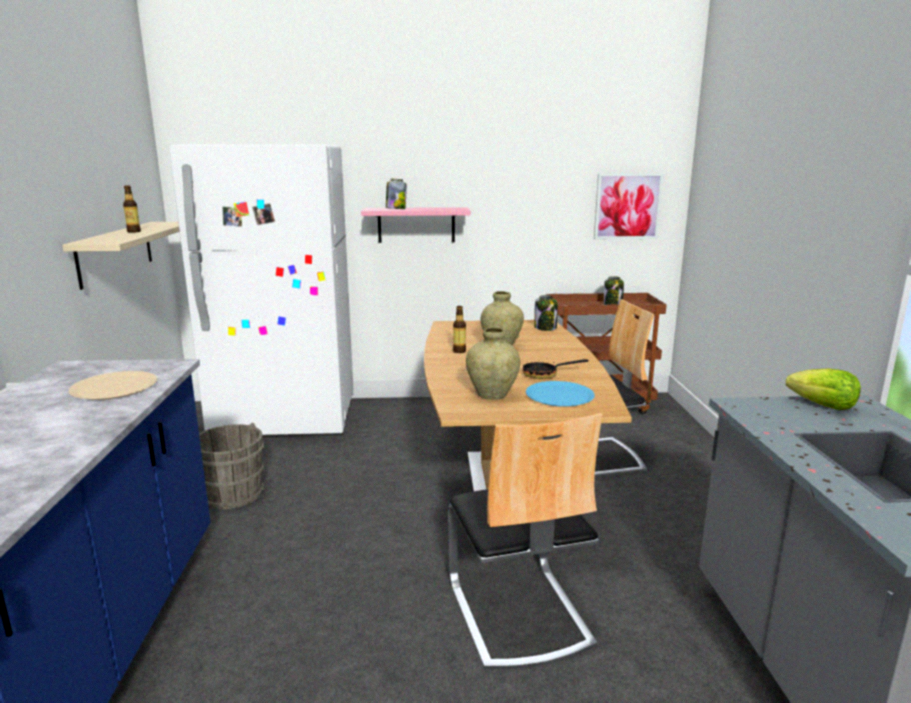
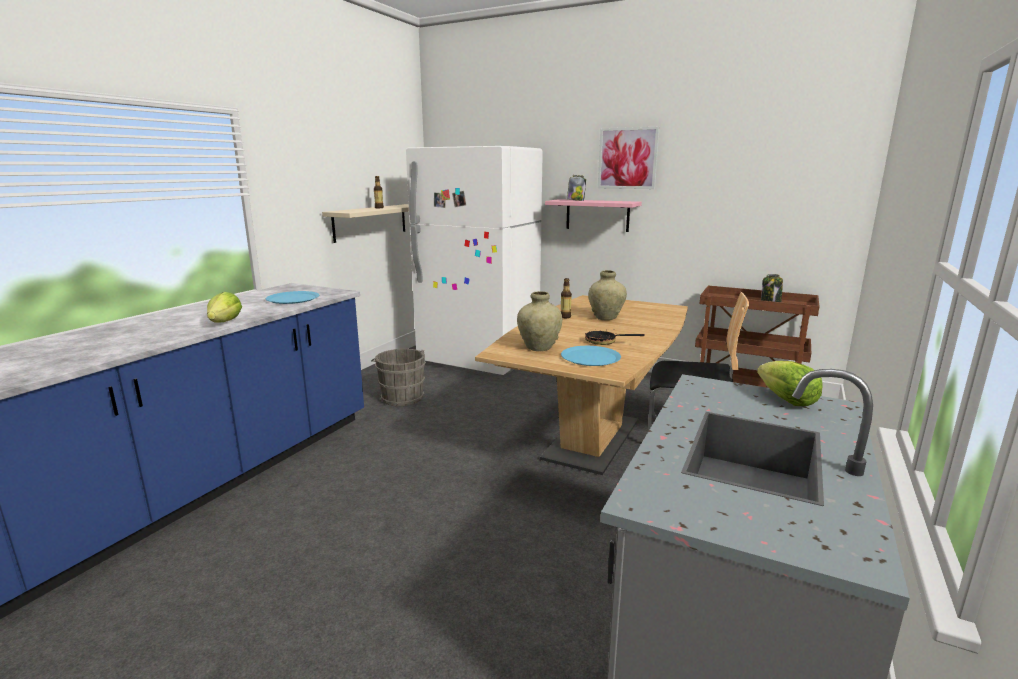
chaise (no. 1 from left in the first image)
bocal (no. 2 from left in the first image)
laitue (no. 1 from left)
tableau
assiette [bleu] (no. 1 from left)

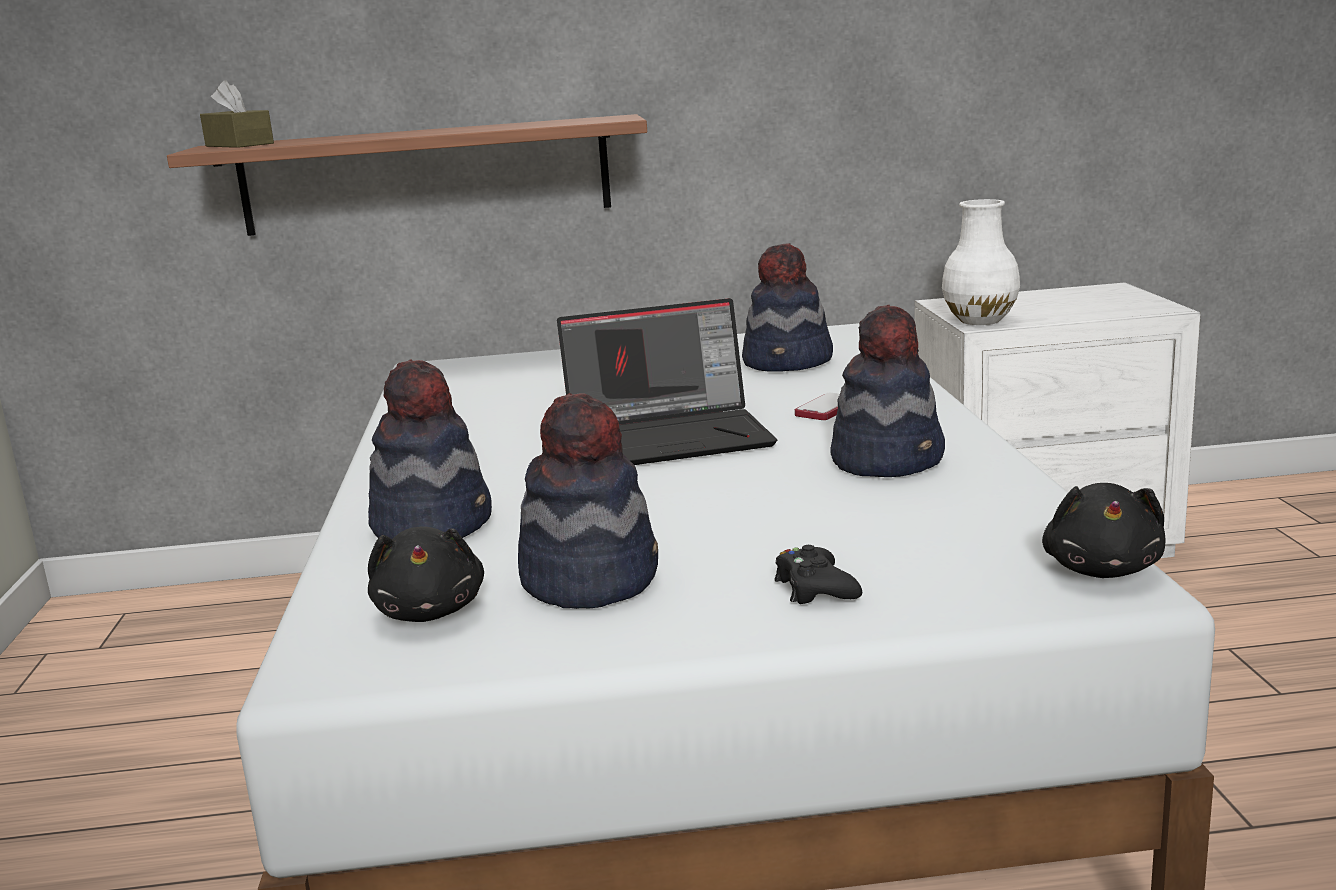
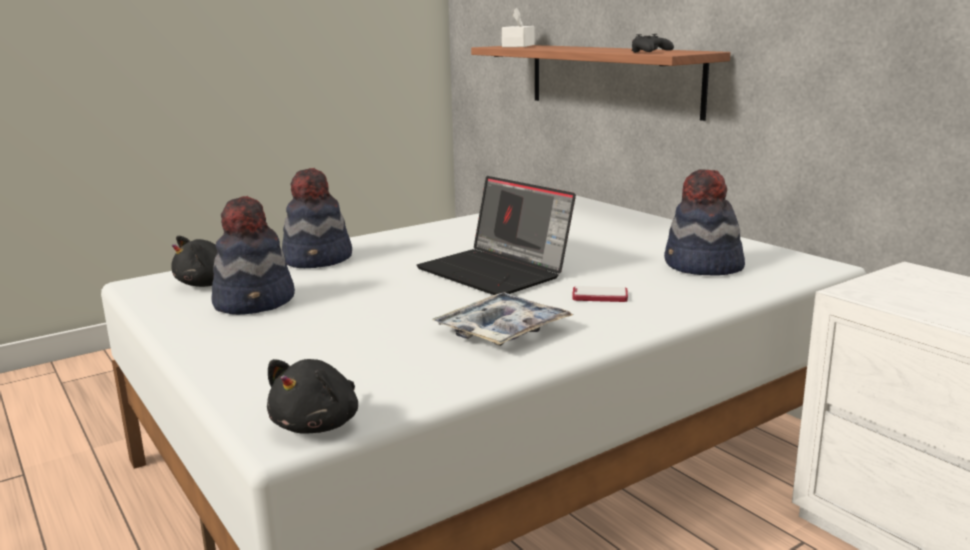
vase [blanc]
manette [noir]
plateau
boîte à mouchoirs [blanc]
peluche [noir] (no. 2 from left)

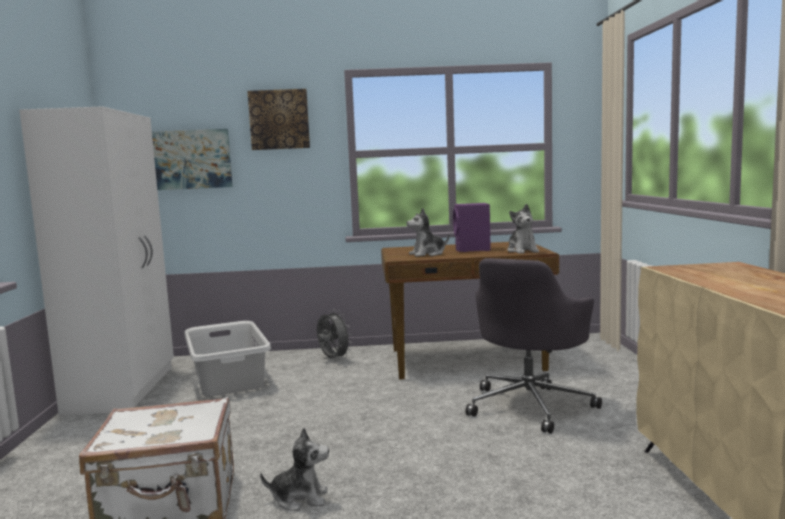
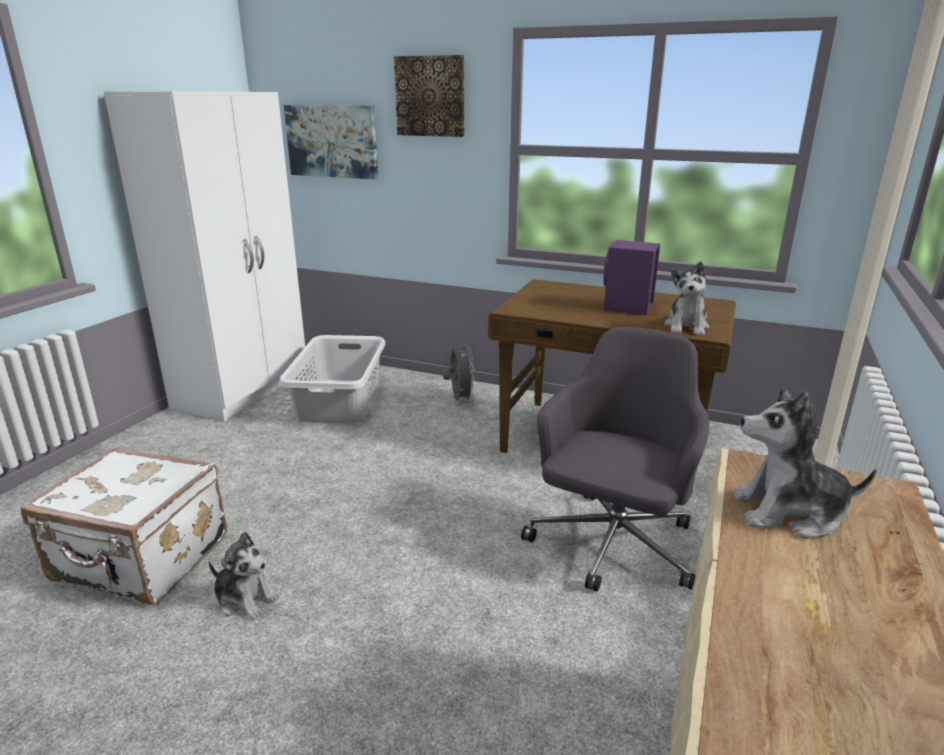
peluche (no. 3 from left)
chaise de bureau [gris]

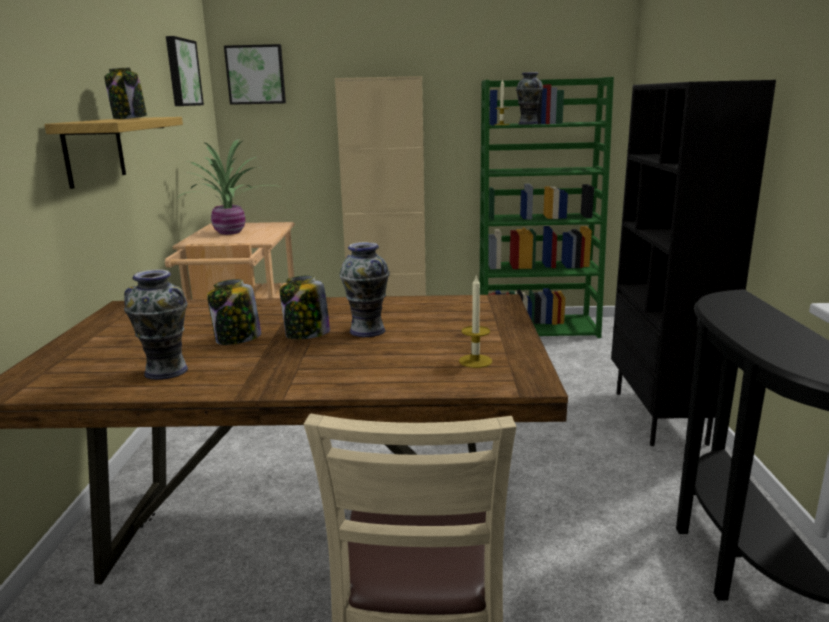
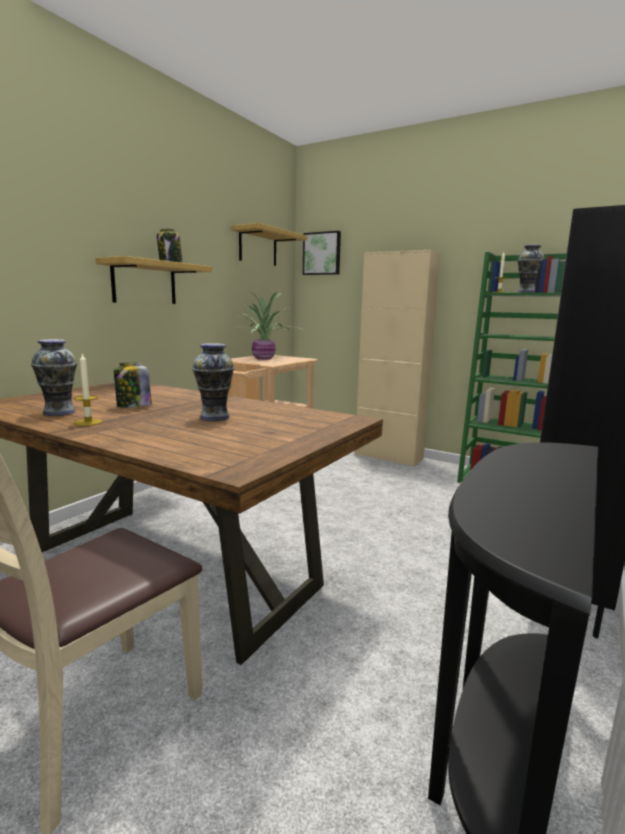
bocal (no. 3 from left in the first image)
bougie (no. 1 from left)
étagère (no. 2 from left)

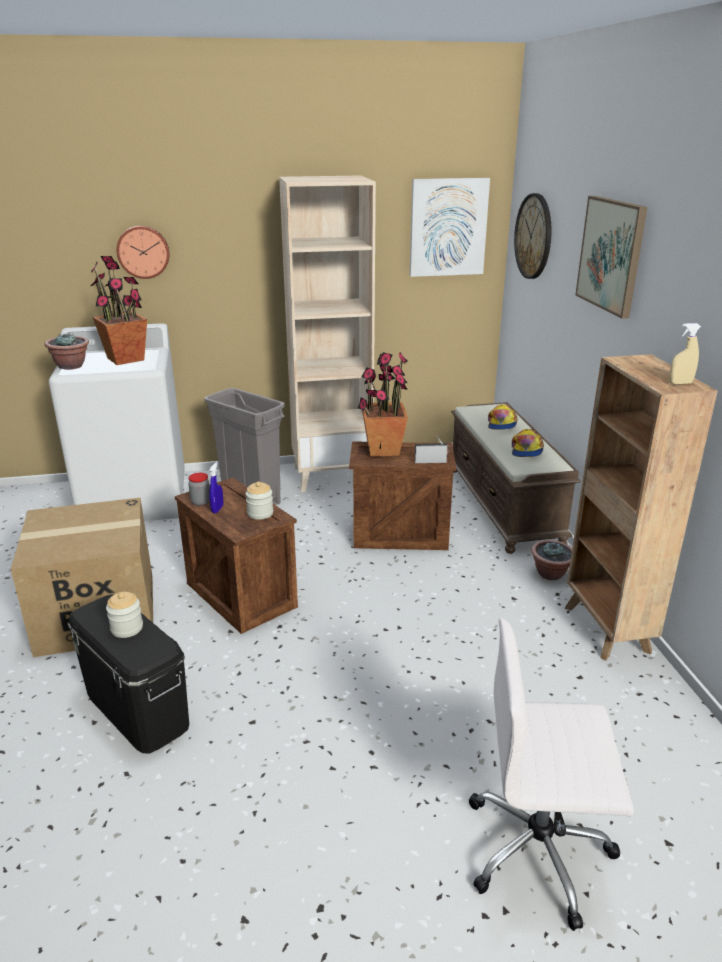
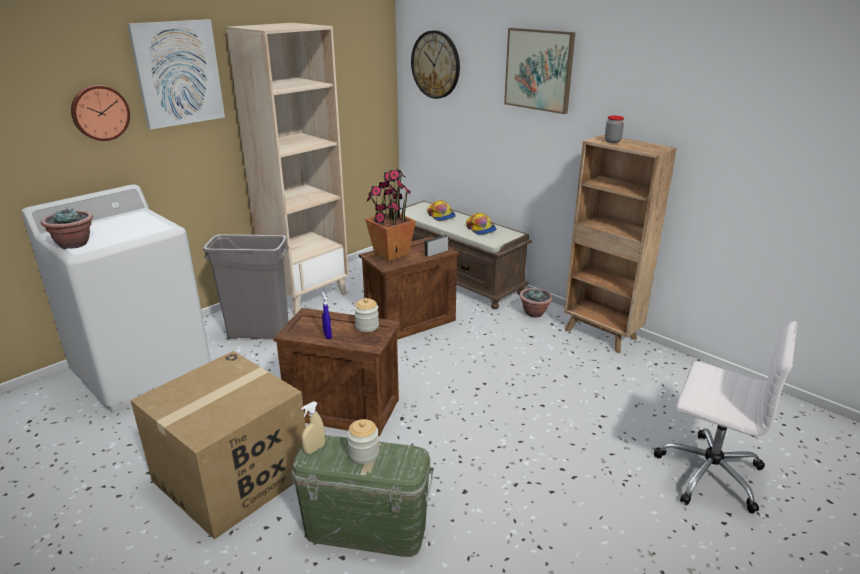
plante en pot (no. 2 from left in the first image)
bocal (no. 3 from left)
tableau (no. 1 from left)
vaporisateur [beige]
boîte de rangement [vert]
chaise de bureau [blanc]

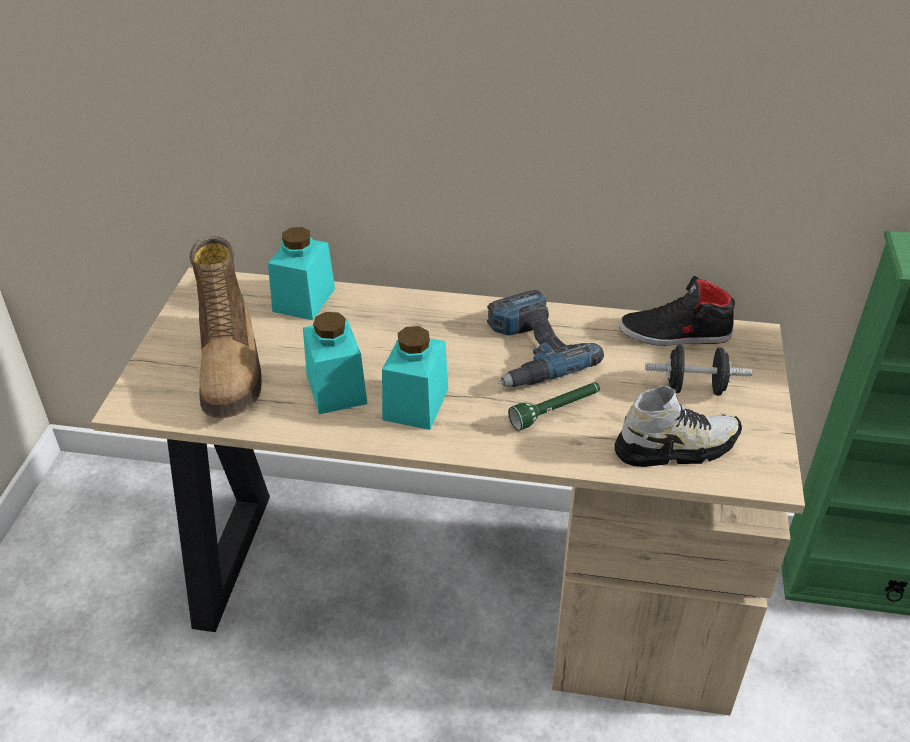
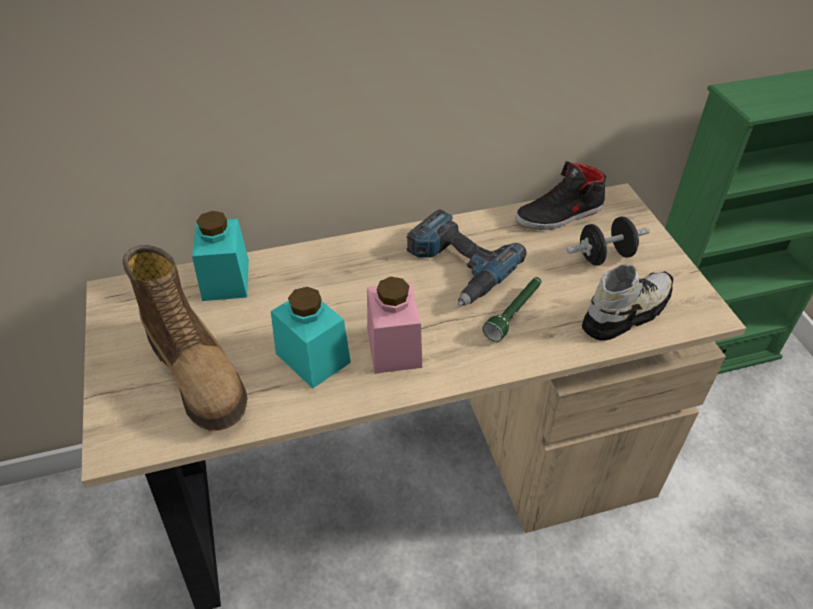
bocal [rose]

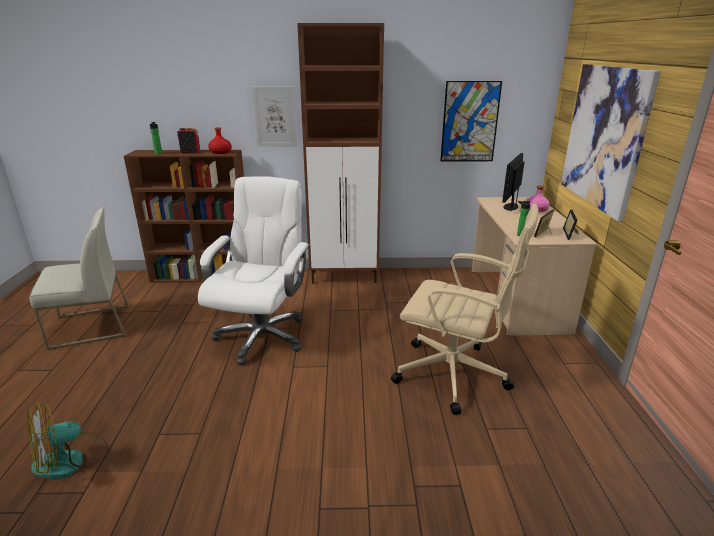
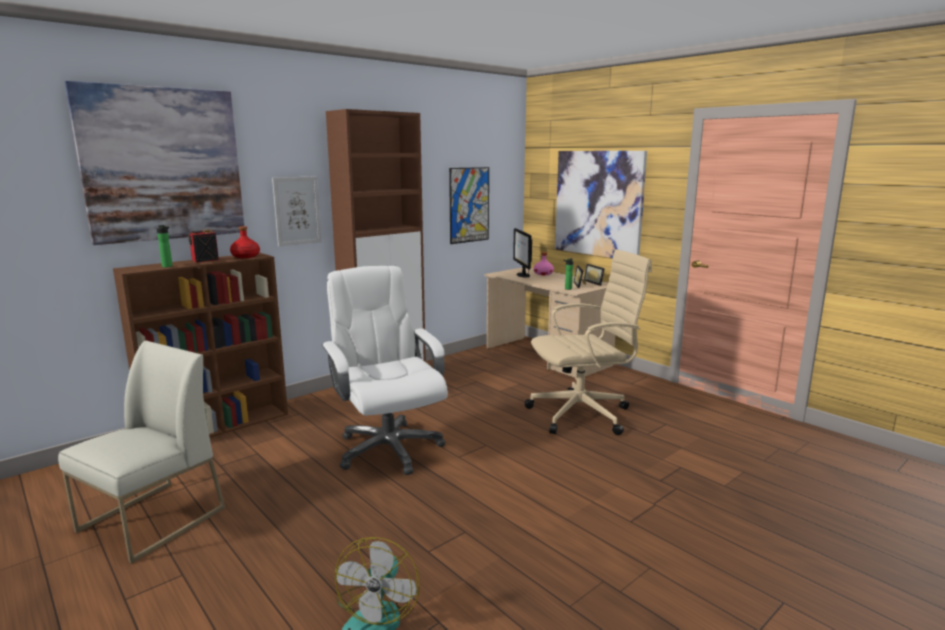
tableau (no. 1 from left)

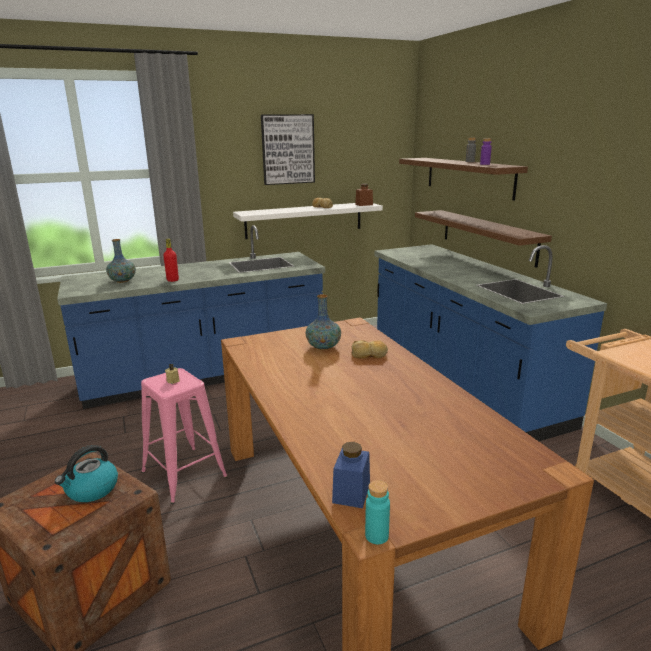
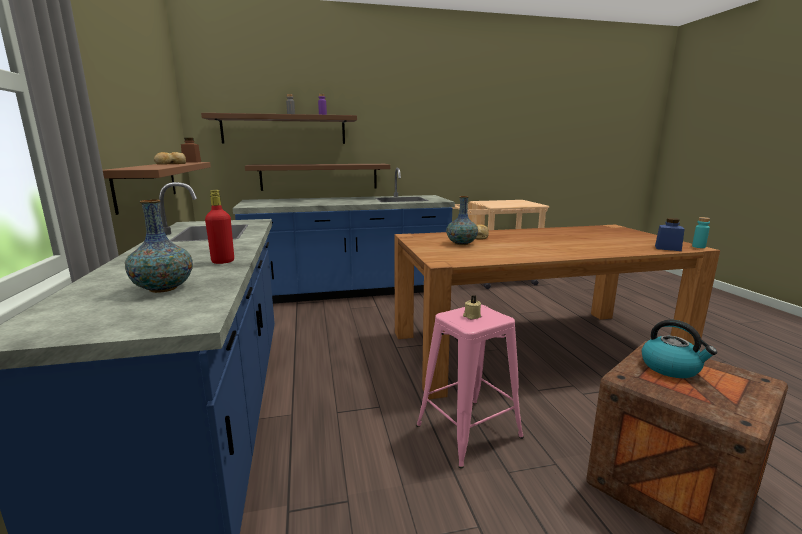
tableau
étagère [marron] (no. 1 from left)

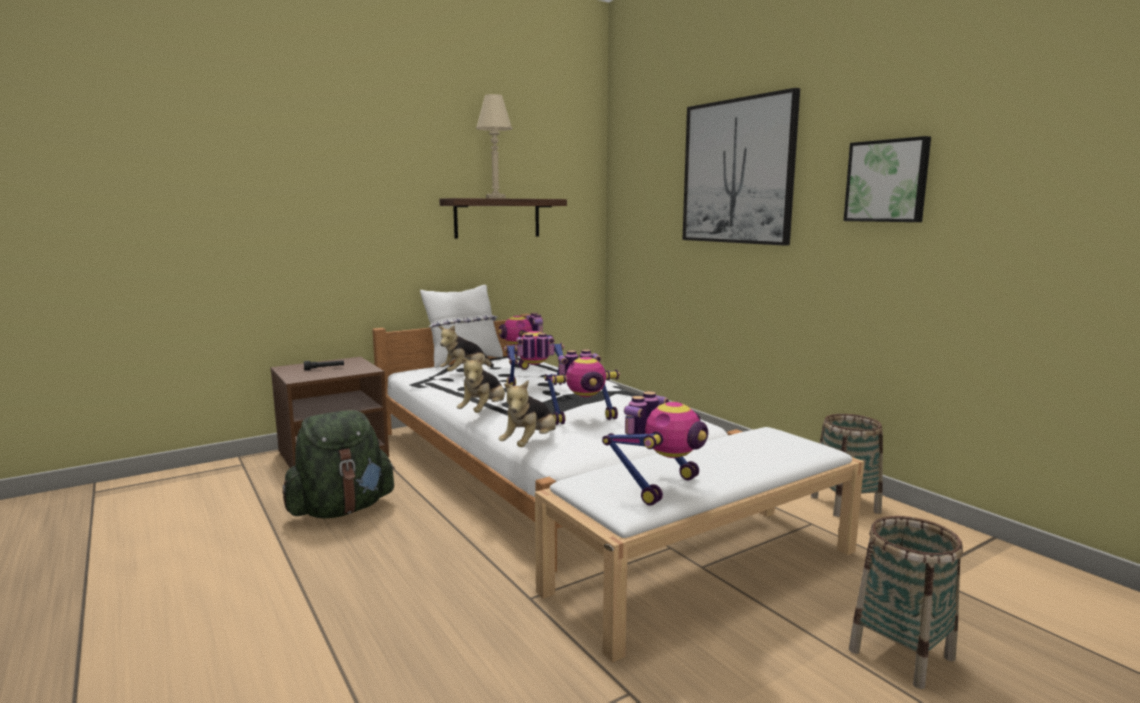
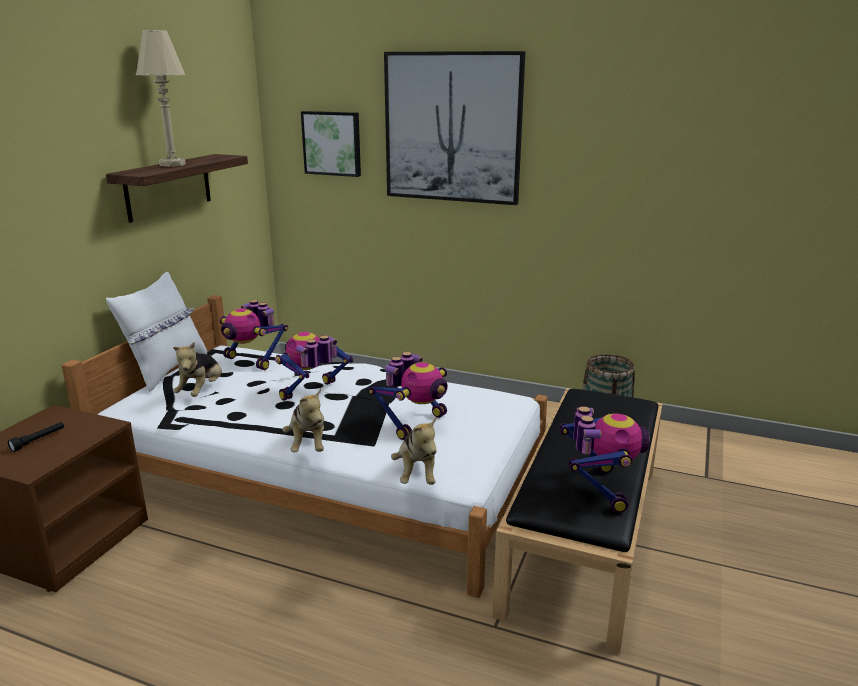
sac à dos [vert]
panier (no. 2 from left in the first image)
tableau (no. 1 from left)
banc [noir]

